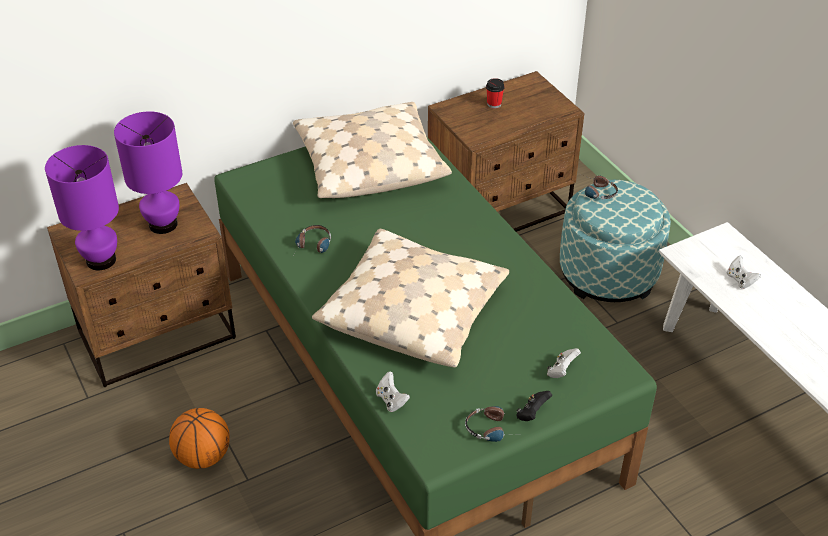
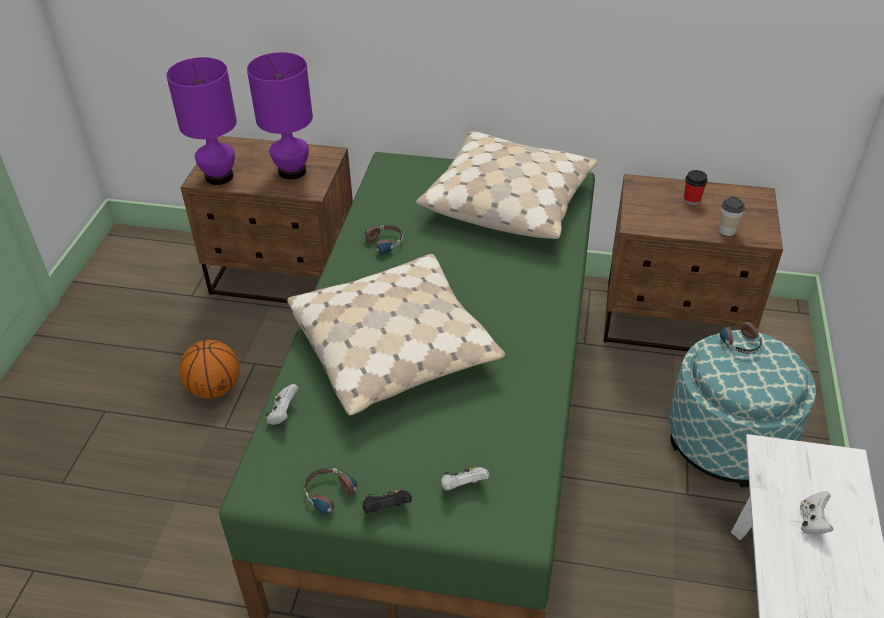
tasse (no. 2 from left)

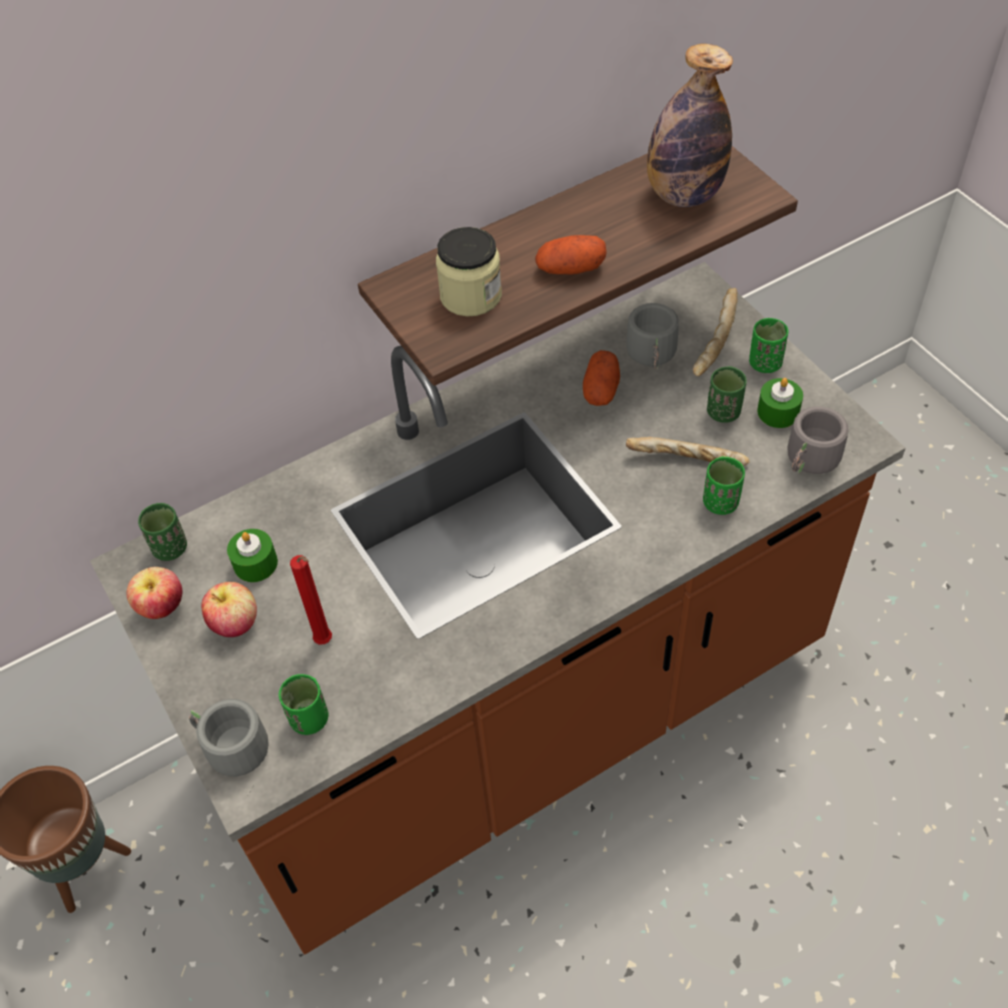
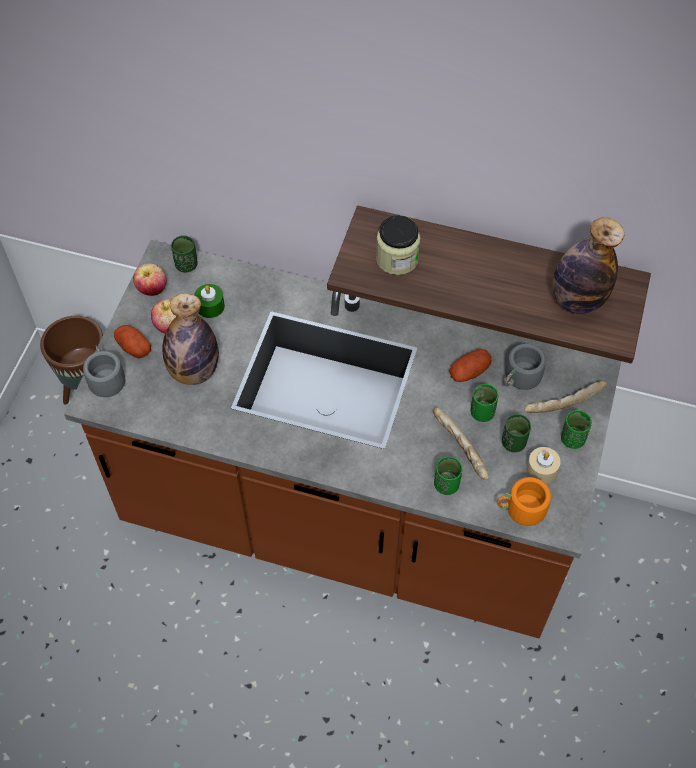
tasse [vert] (no. 3 from left)
pomme de terre (no. 1 from left)
bouteille (no. 1 from left)
bougie [beige]
mug [orange]

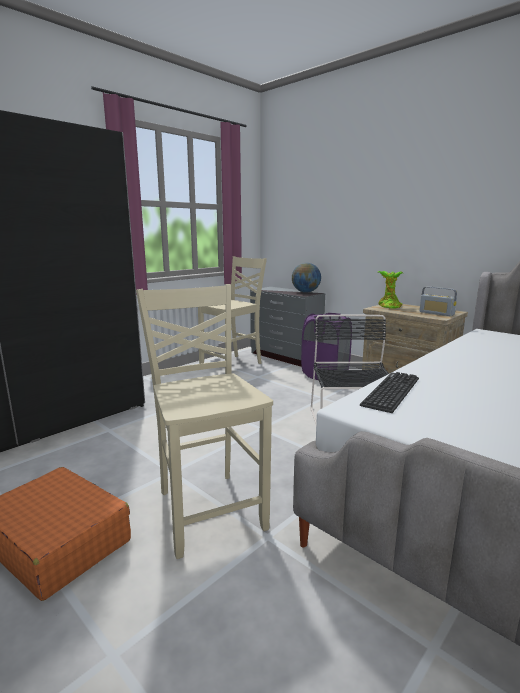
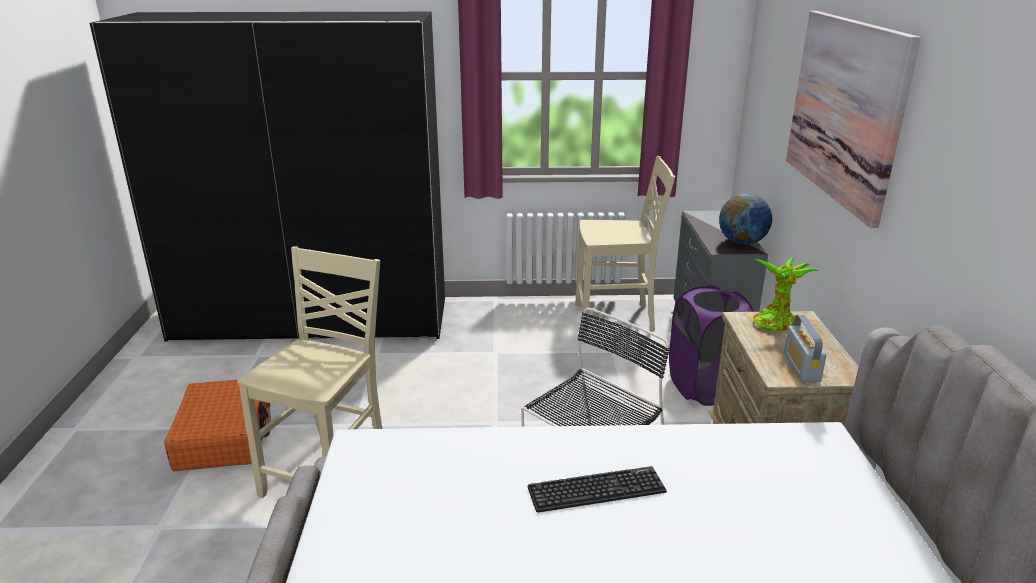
tableau
clavier

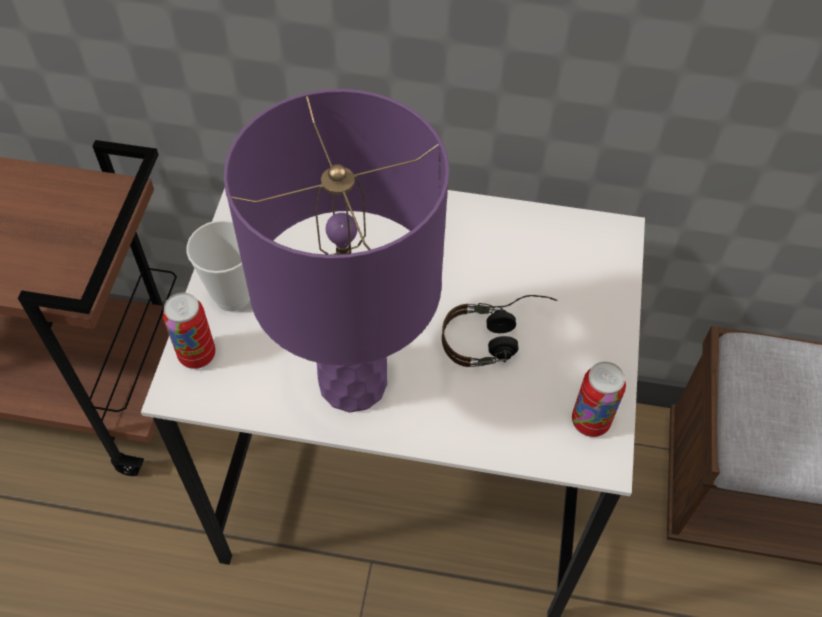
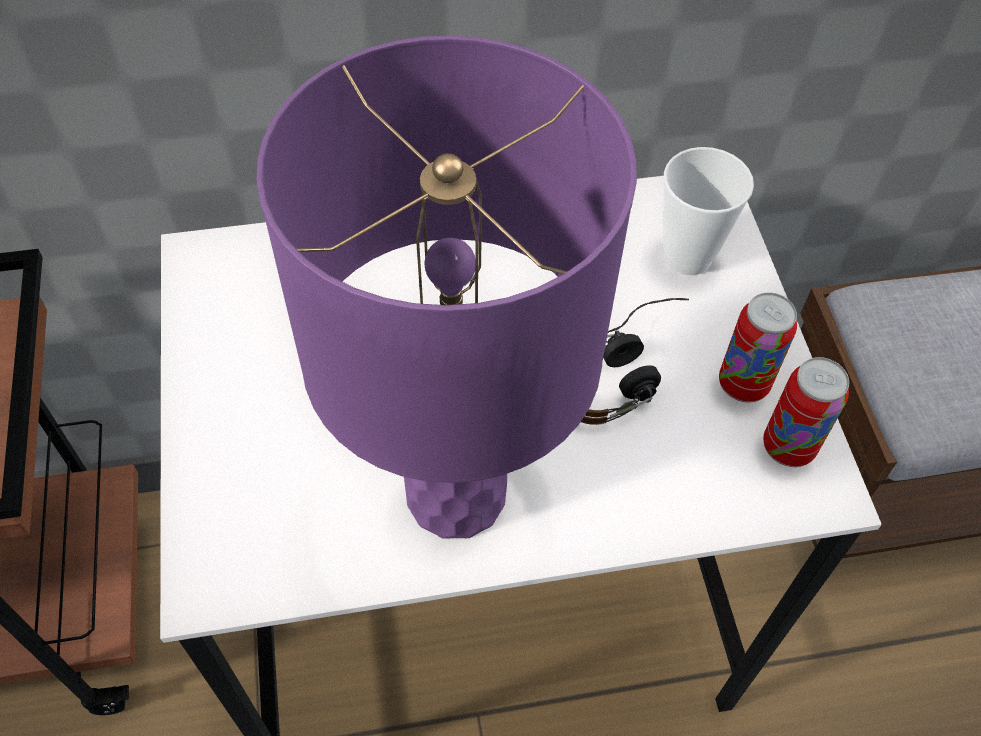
boîte métallique (no. 1 from left)
tasse

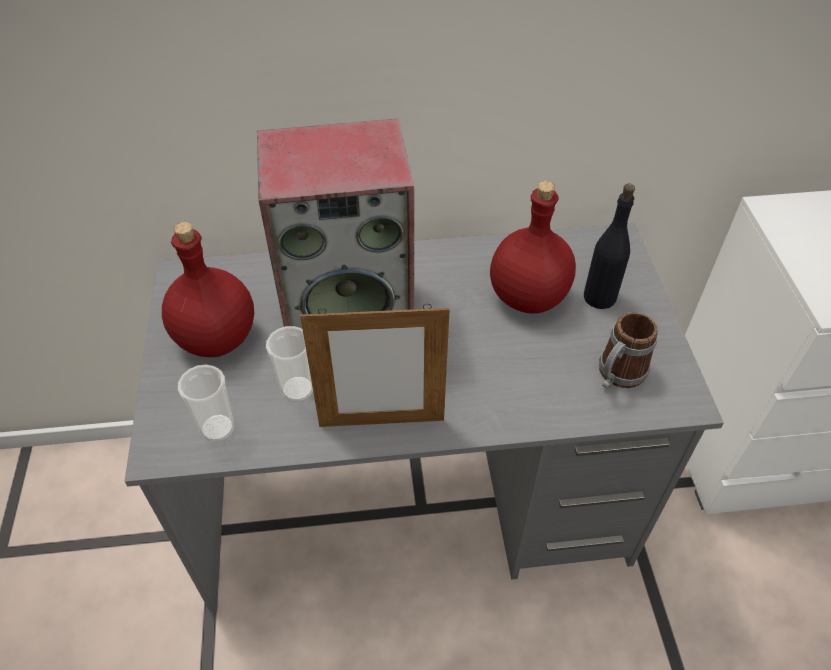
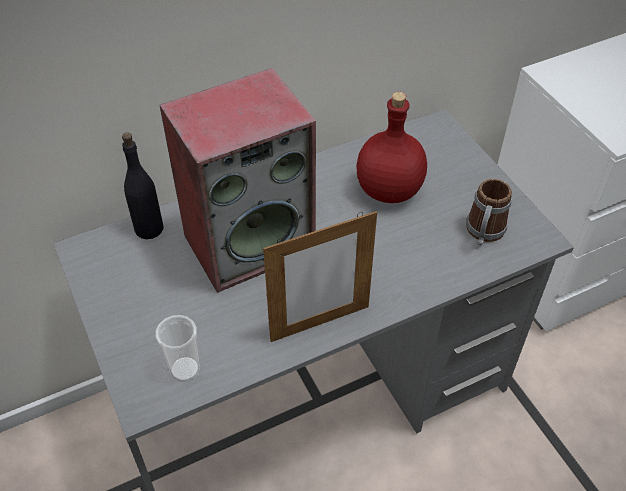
bouteille [rouge] (no. 1 from left in the first image)
tasse (no. 2 from left in the first image)
bouteille [noir]

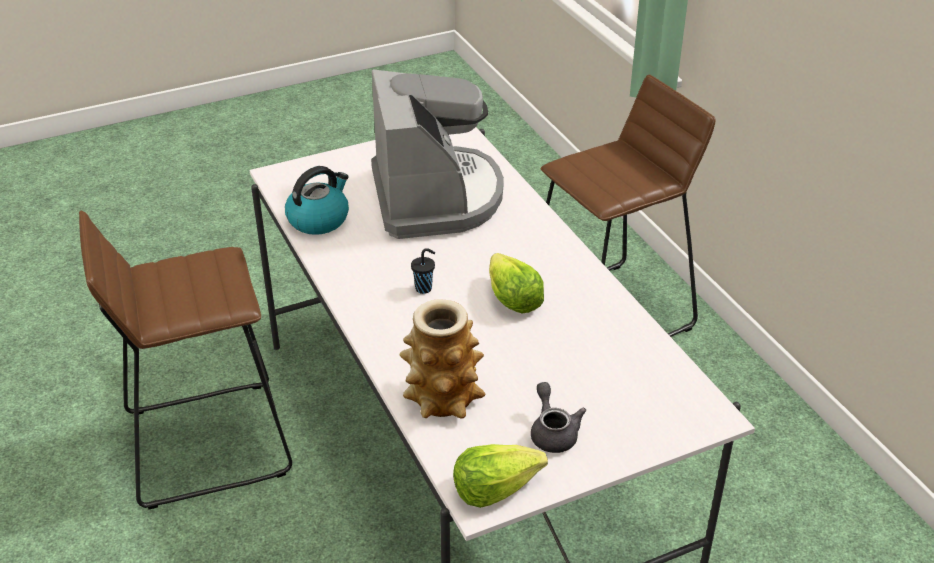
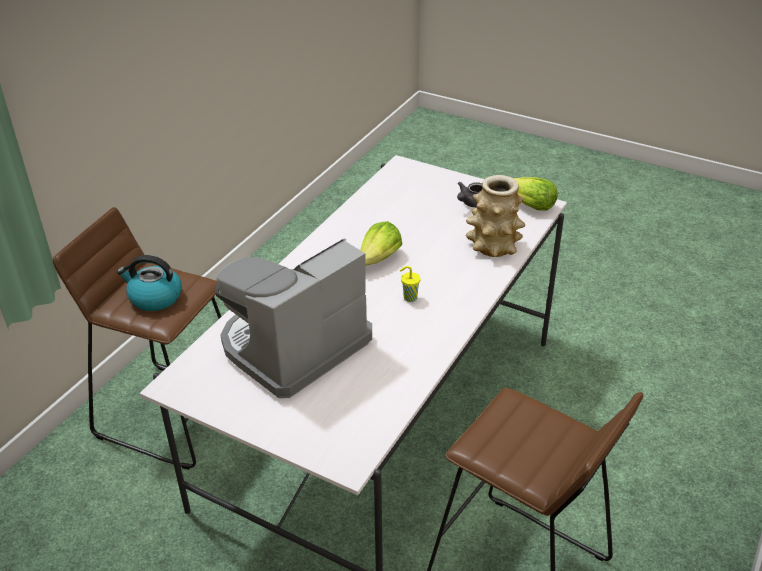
bouilloire
tasse [jaune]

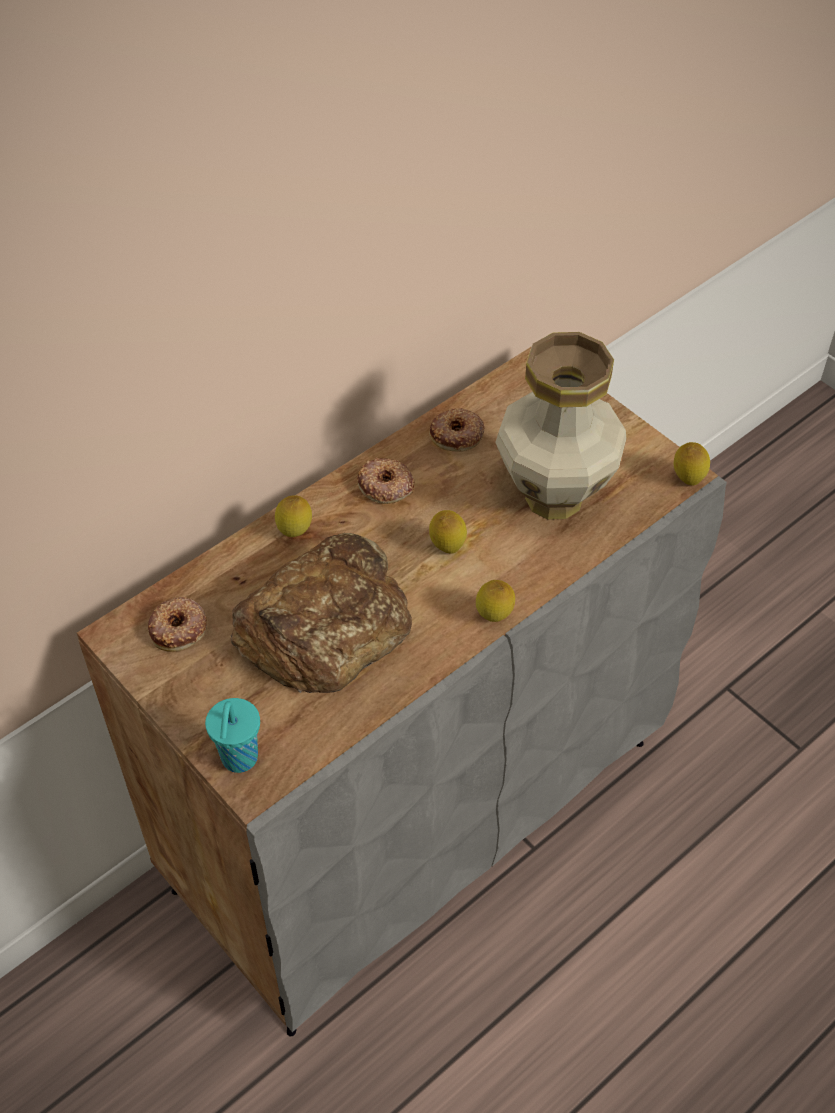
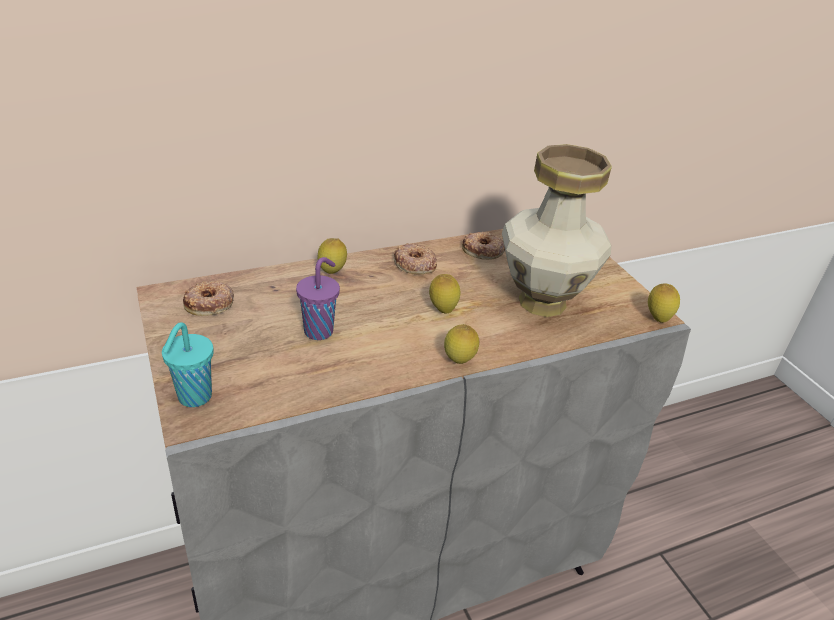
tasse [violet]

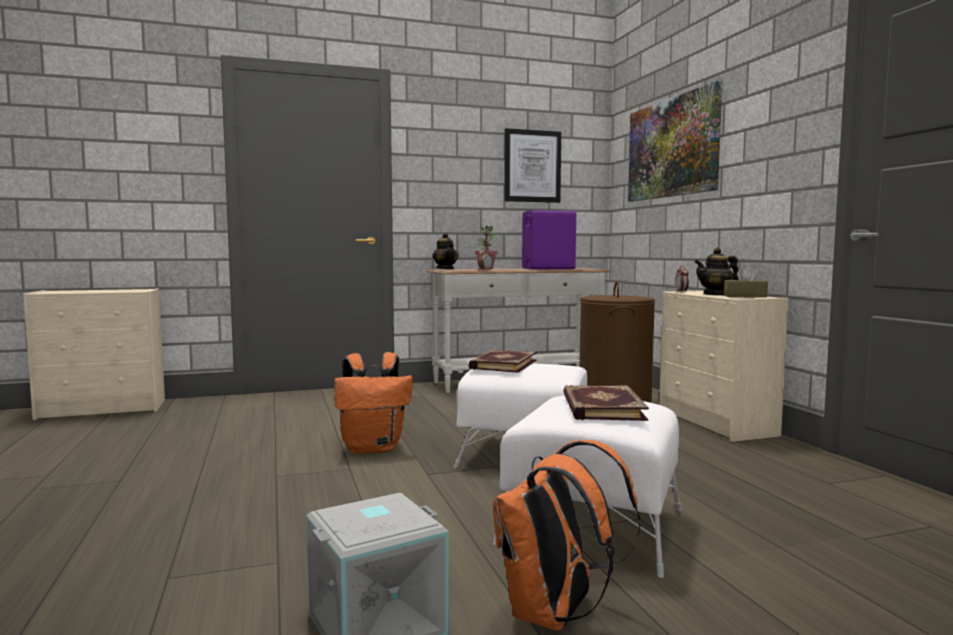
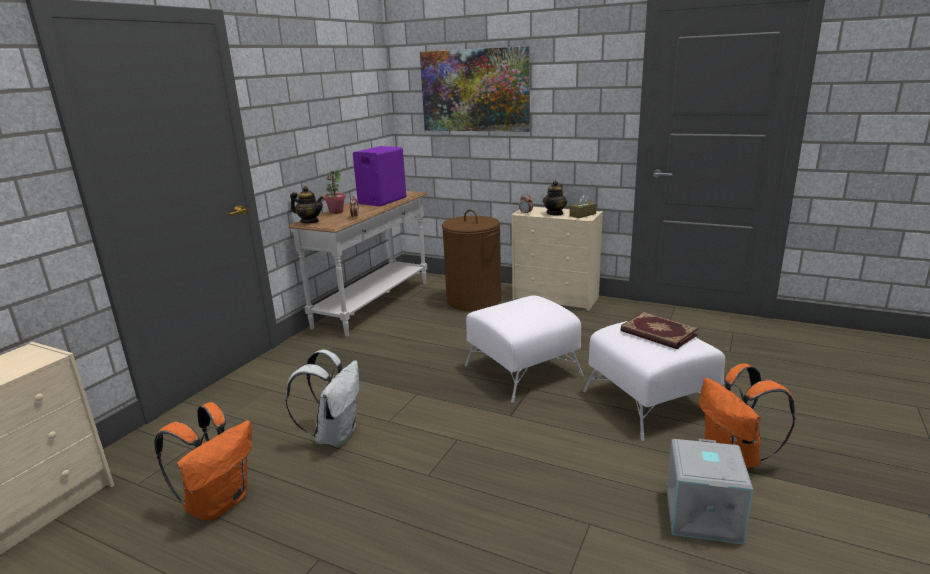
livre (no. 1 from left in the first image)
tableau (no. 1 from left in the first image)
sac à dos [blanc]
sac à dos [orange] (no. 1 from left)

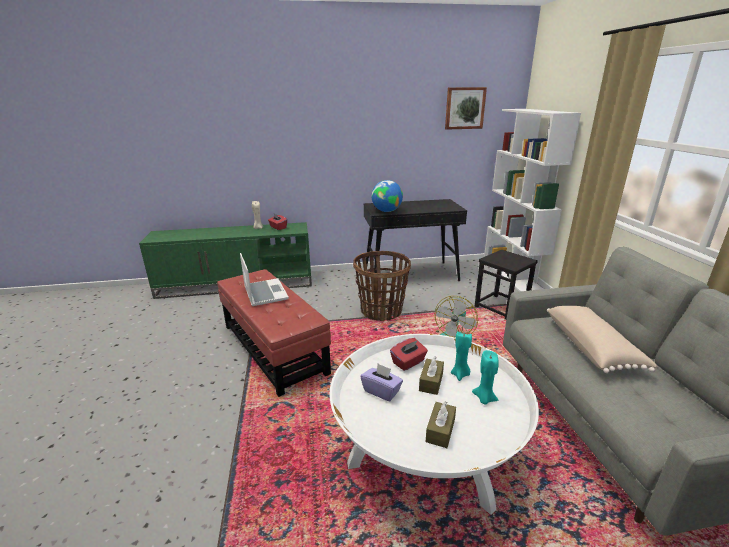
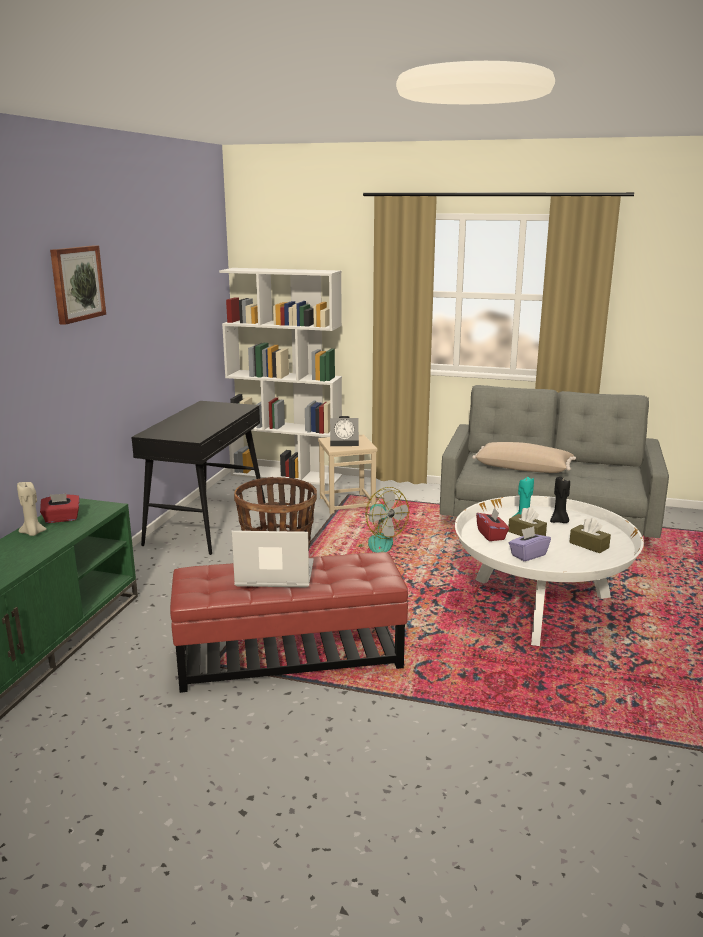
globe
réveil
tableau
bougie [noir]
tabouret [beige]

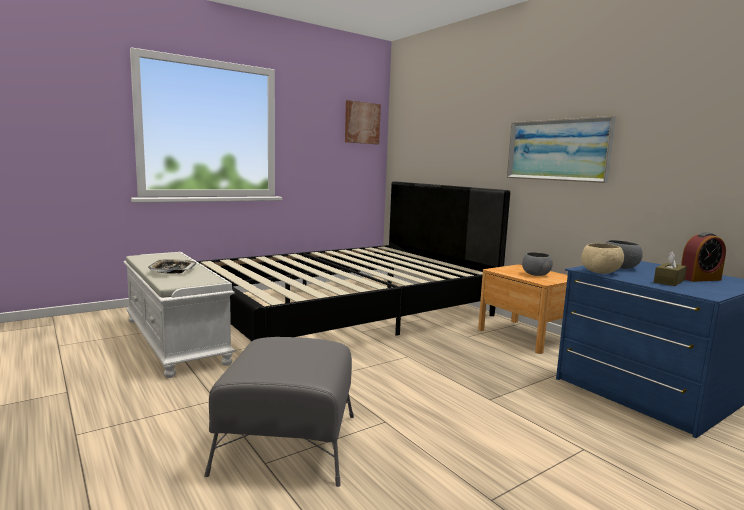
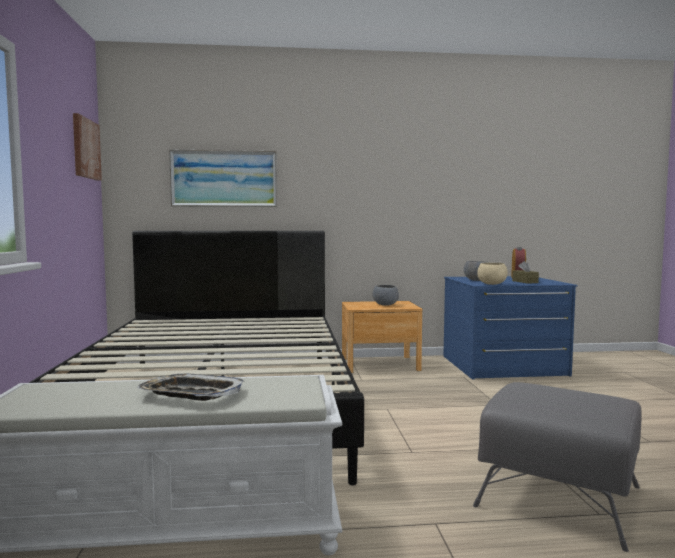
tableau (no. 2 from left)

